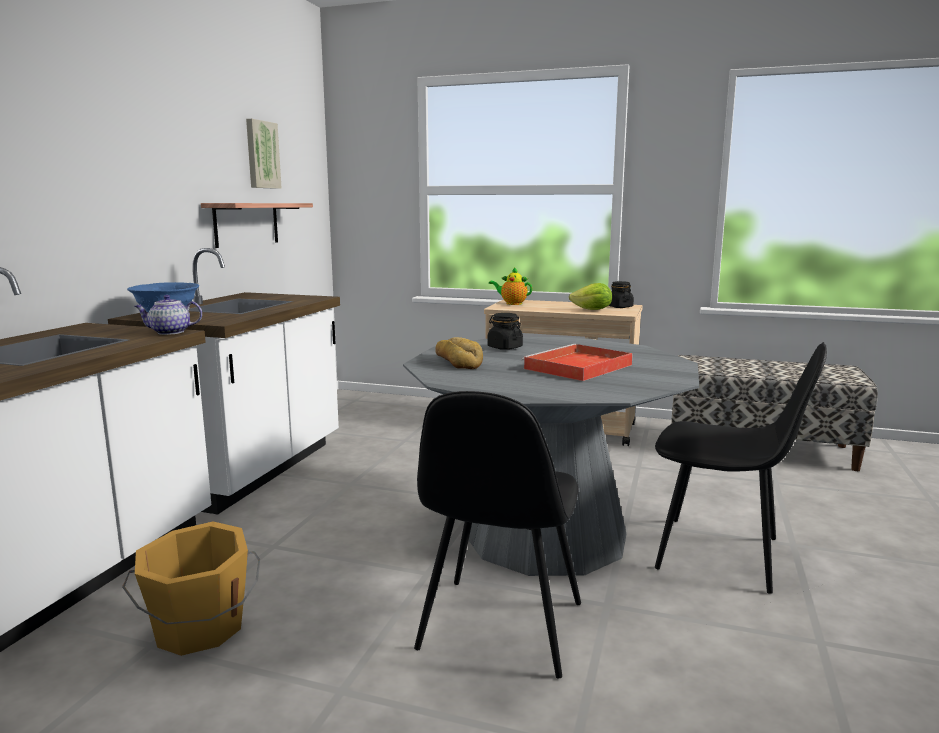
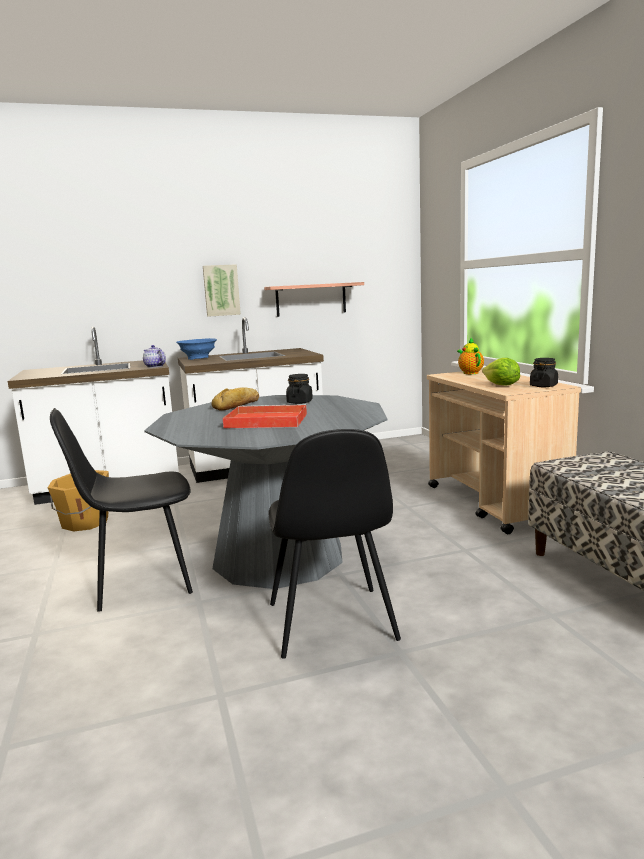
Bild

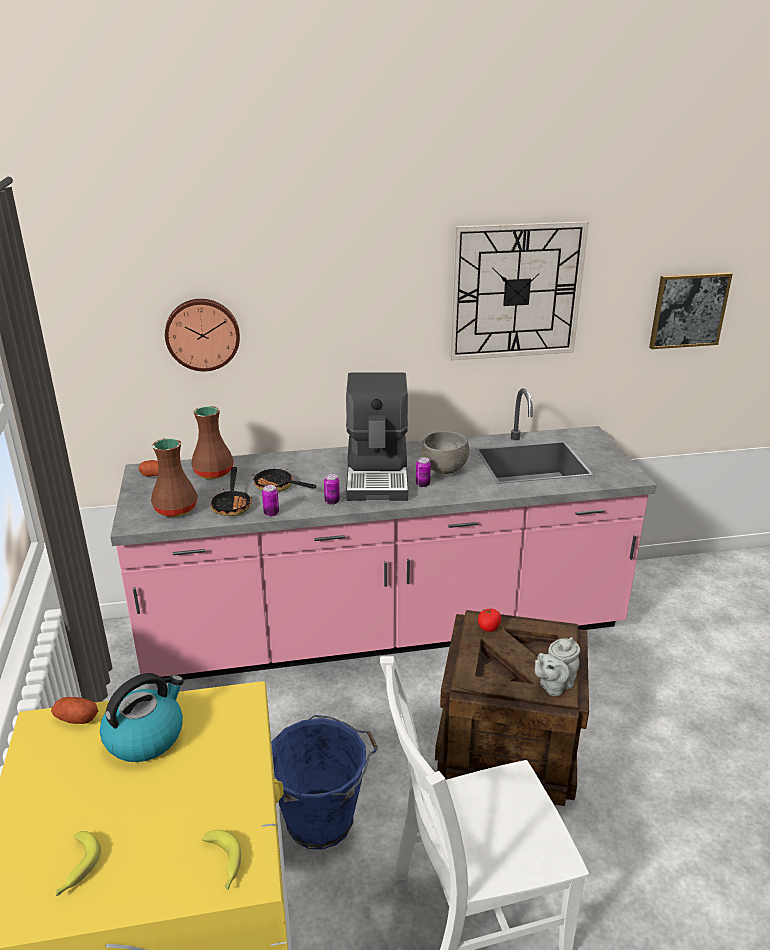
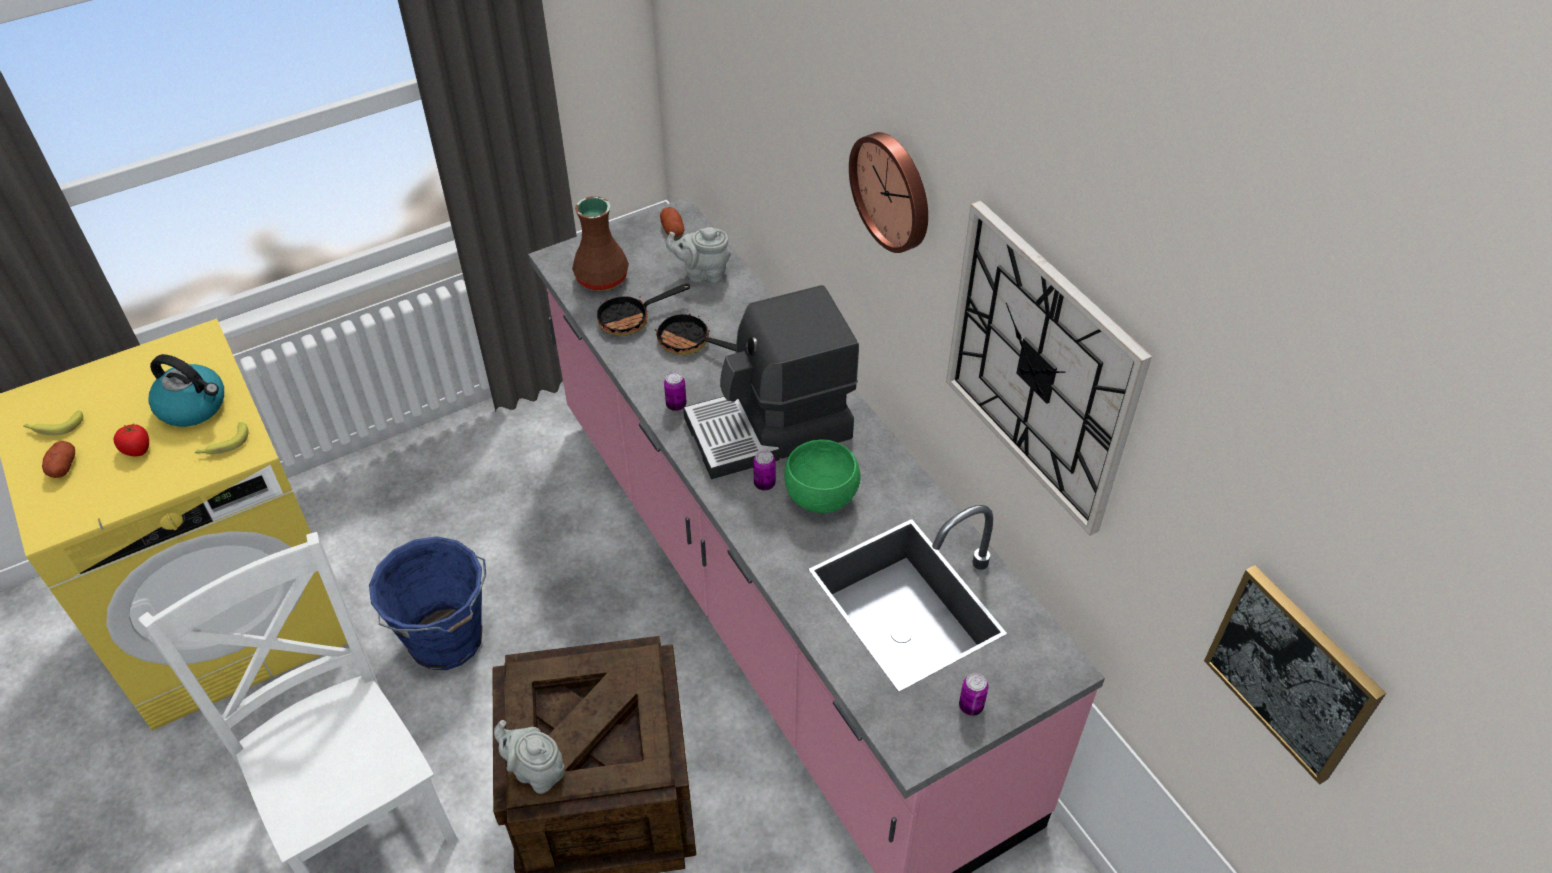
Kartoffel (1st from left)
Wanduhr (1st from left)
Banane (2nd from left)
Dose (3rd from left)
Tomate
Teekanne (grau) (2nd from left)
Schüssel (grün)
Pfanne (2nd from left)

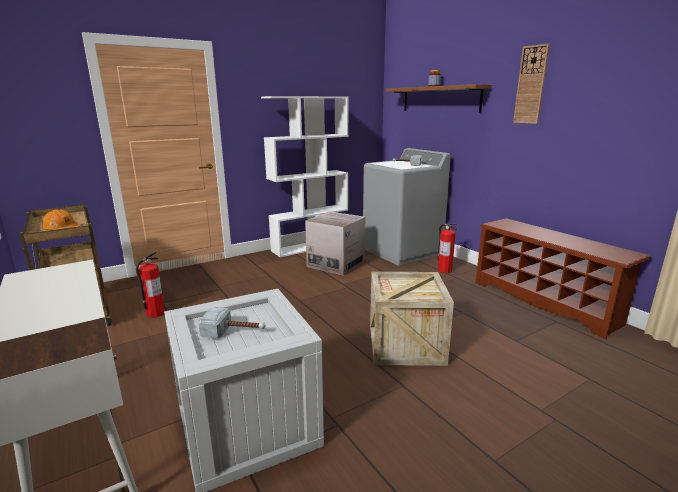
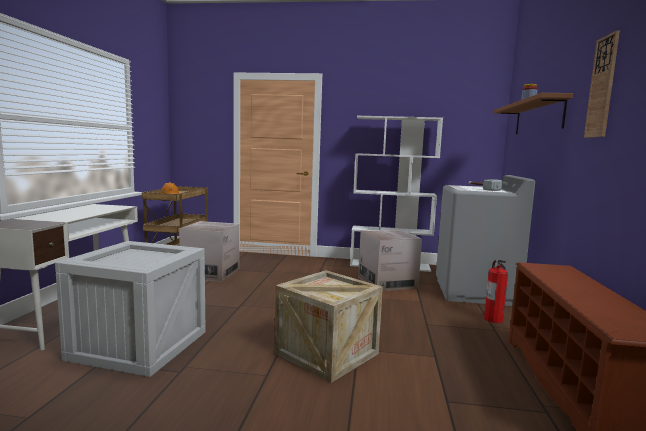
Hammer (1st from left in the first image)
Karton (1st from left)

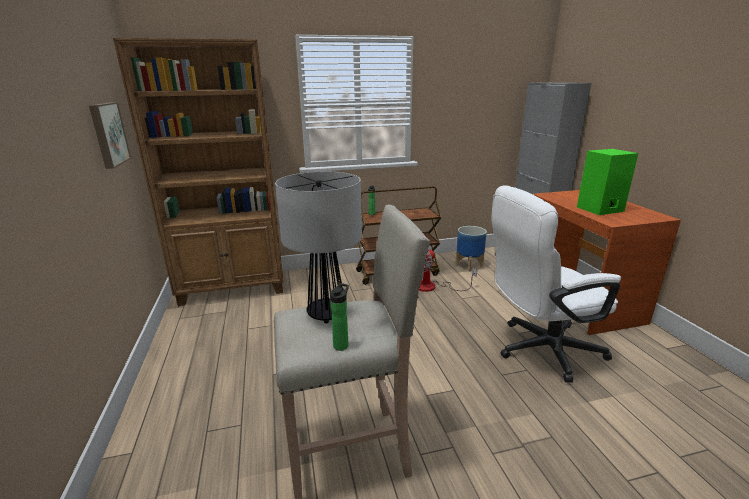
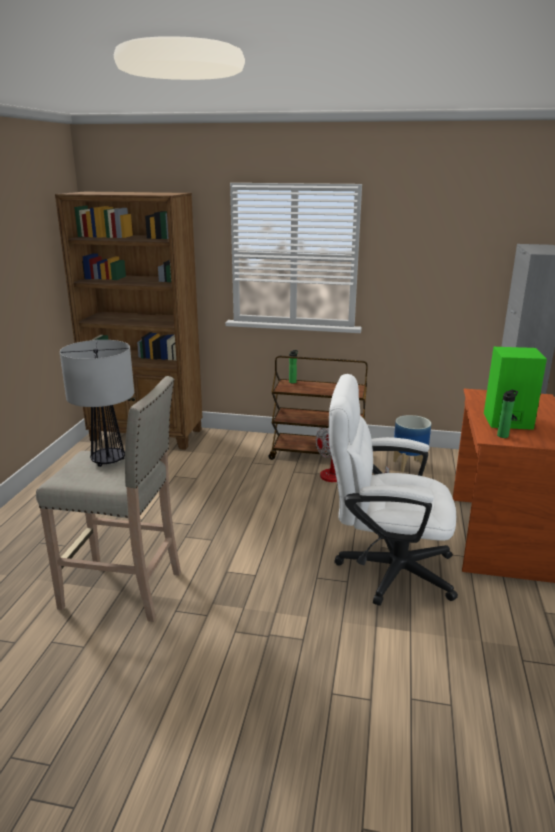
Bild
Flasche (2nd from left)

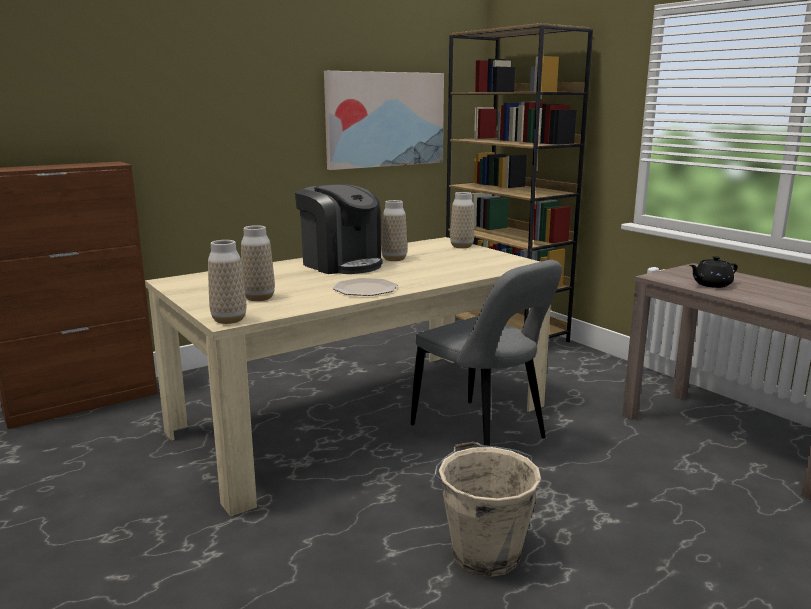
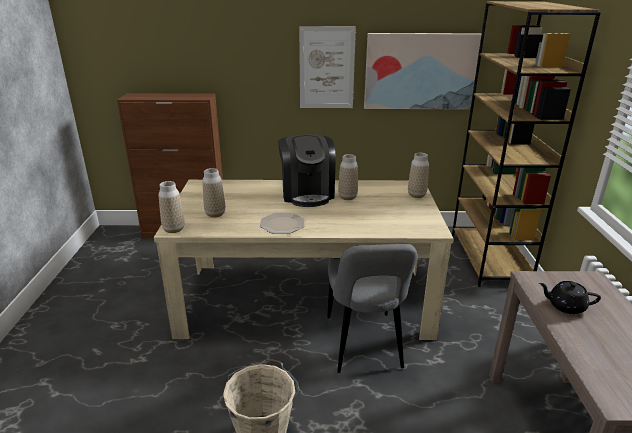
Bild (1st from left)

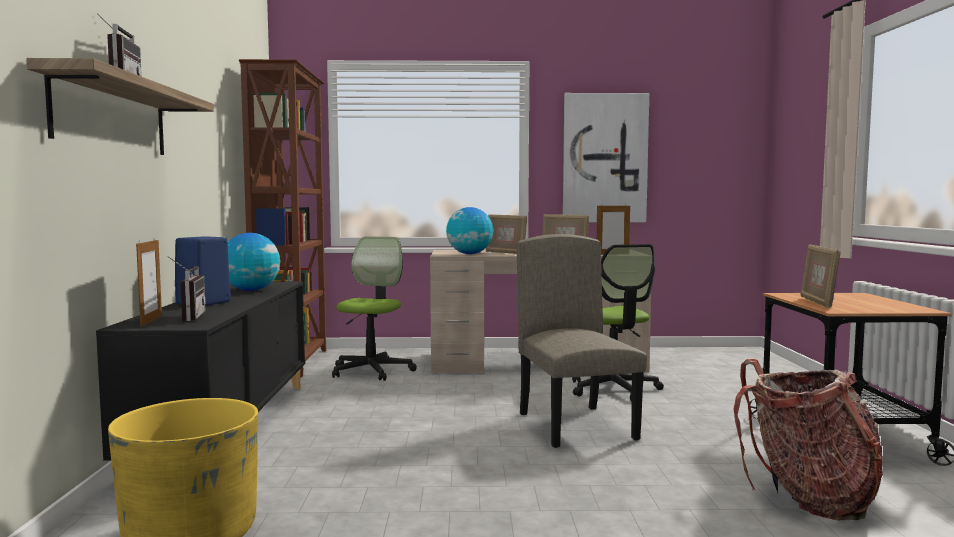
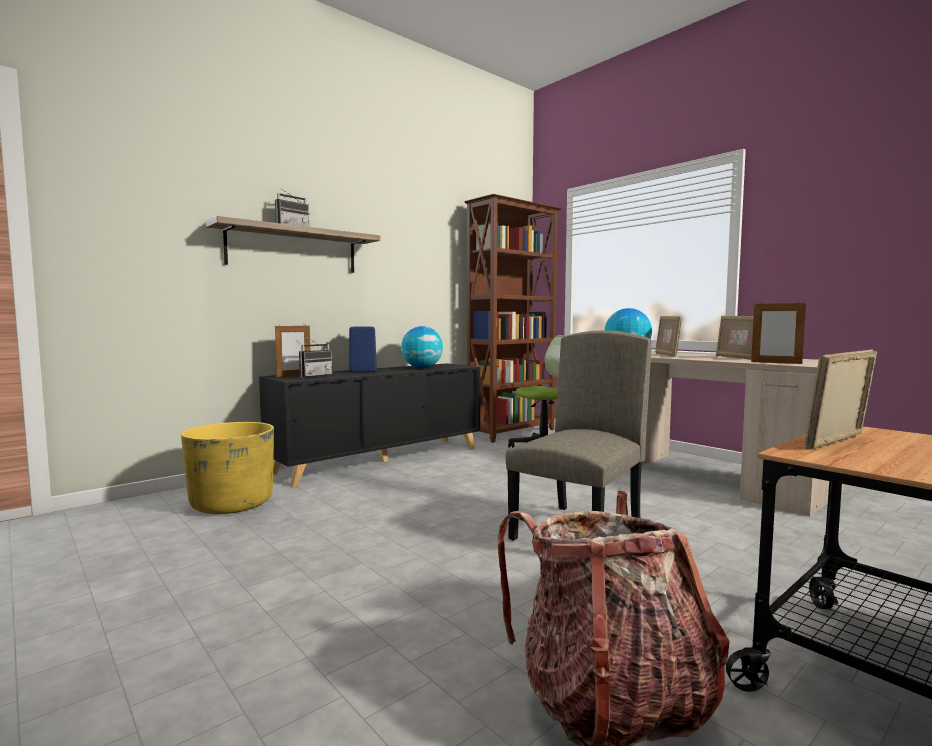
Bild
Bürostuhl (2nd from left in the first image)

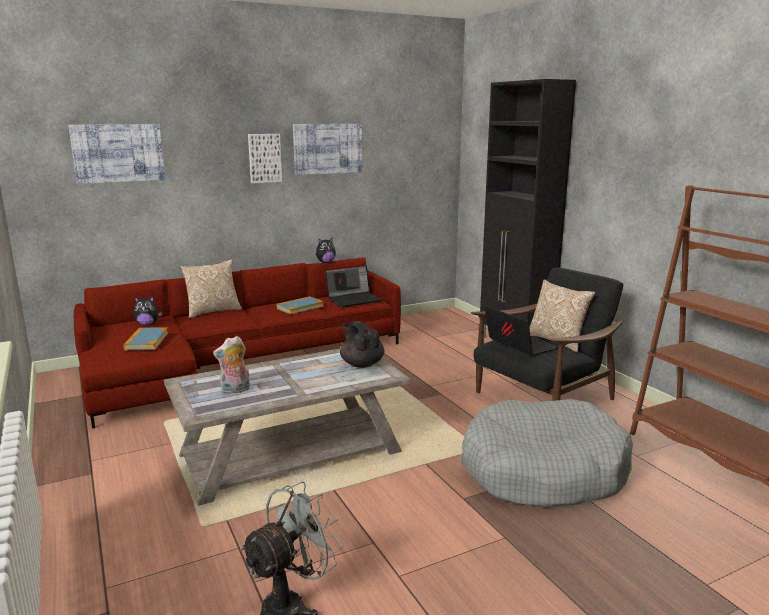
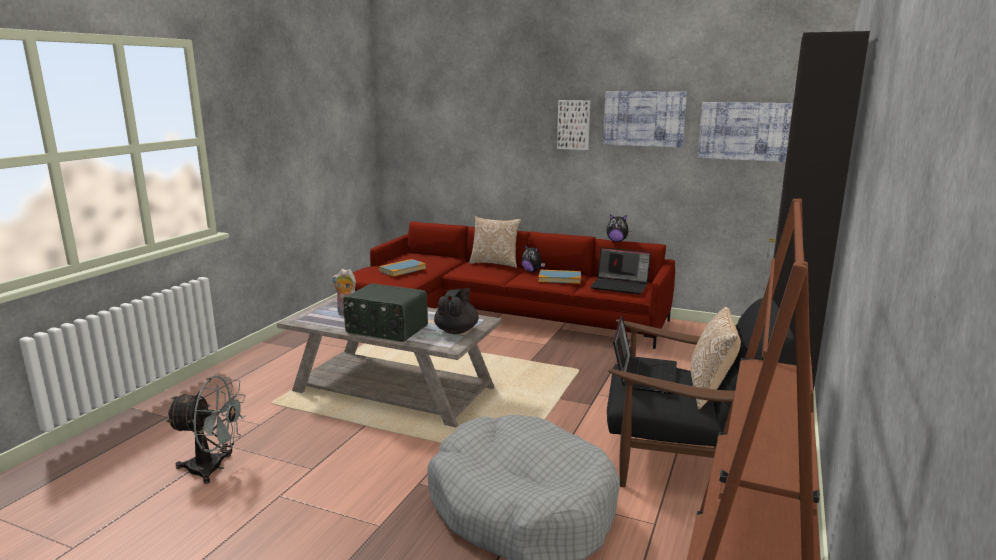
Radio
Bild (3rd from left)
Plüschtier (2nd from left)

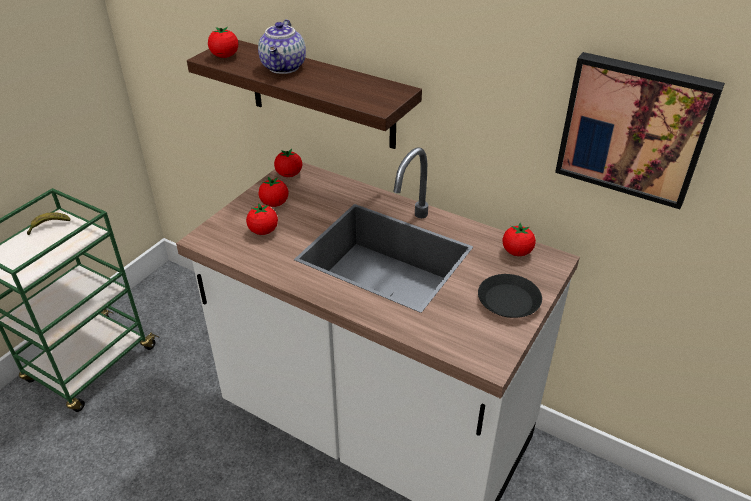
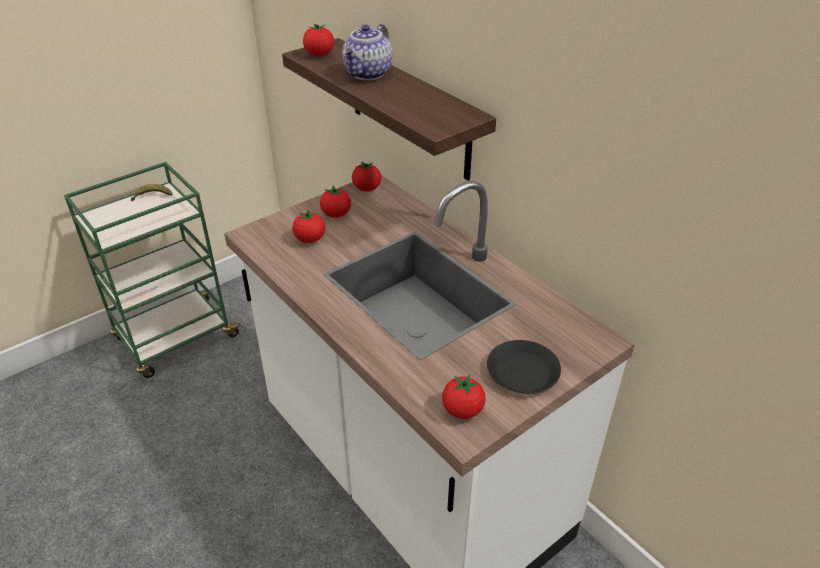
Bild
Tomate (5th from left)

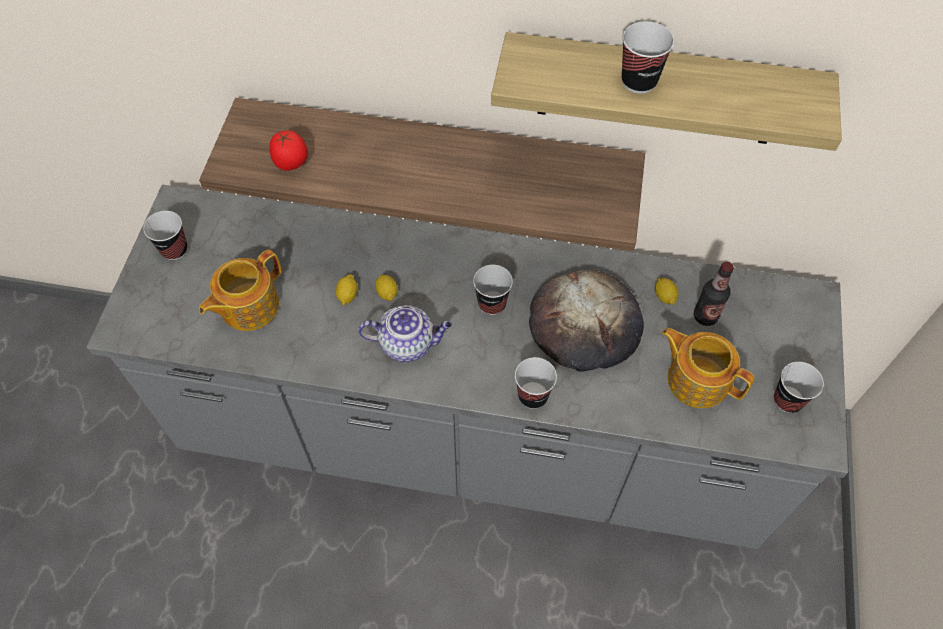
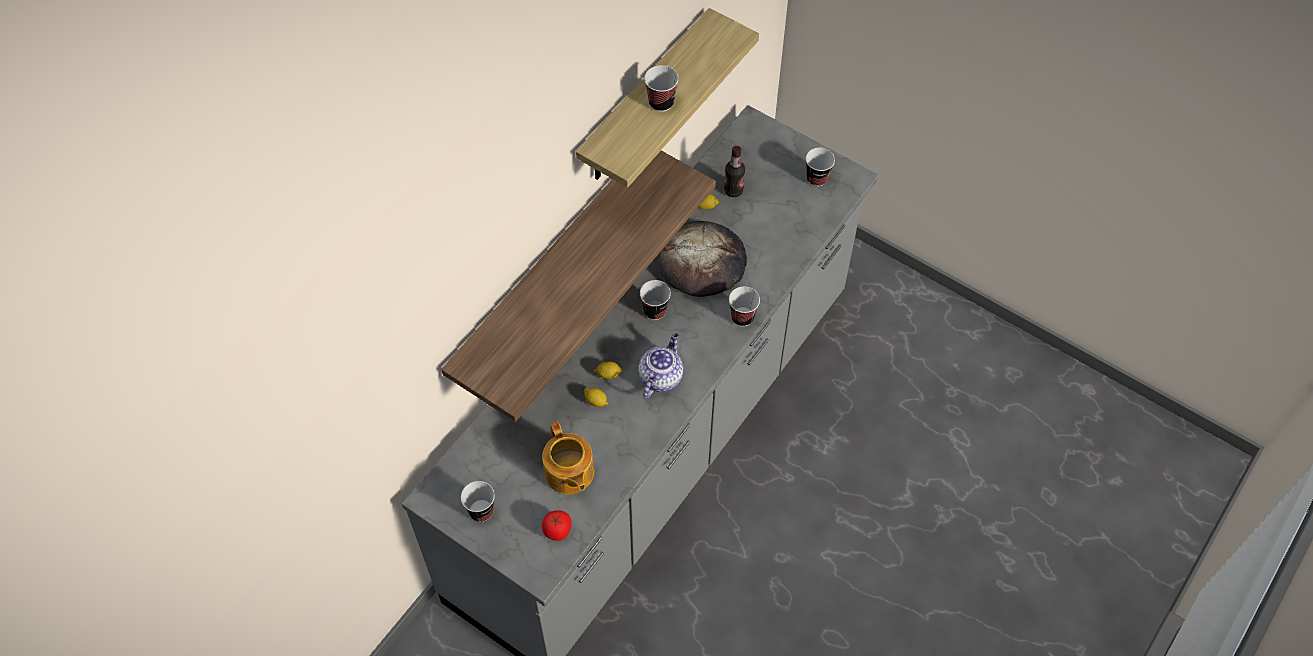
Teekanne (3rd from left in the first image)
Tomate

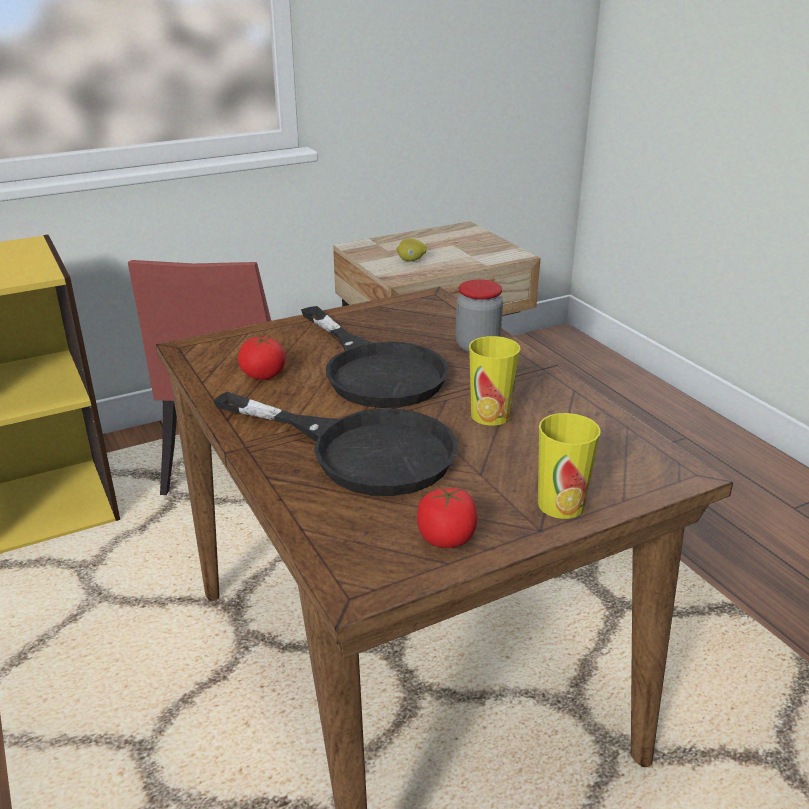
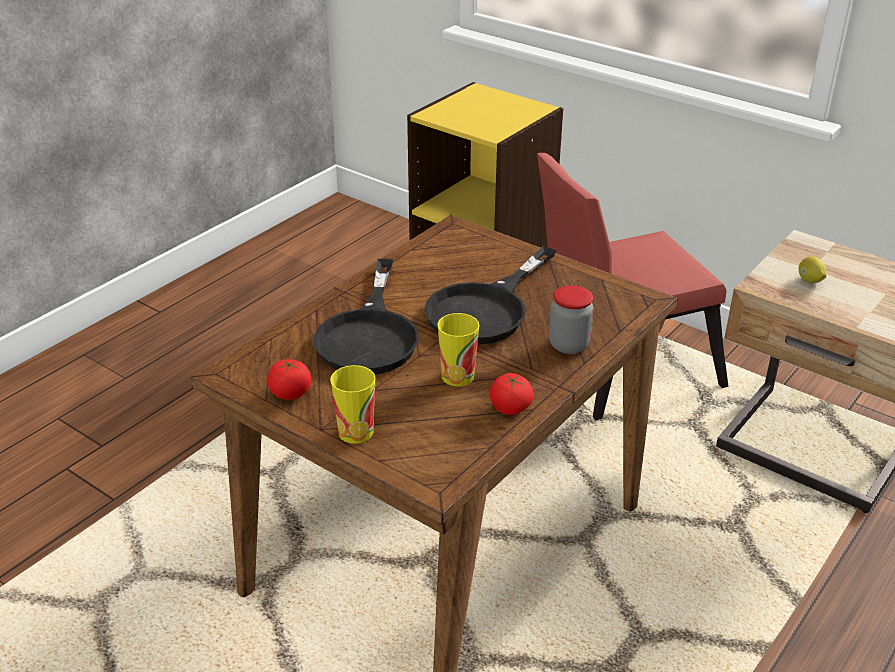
Tomate (2nd from left)

